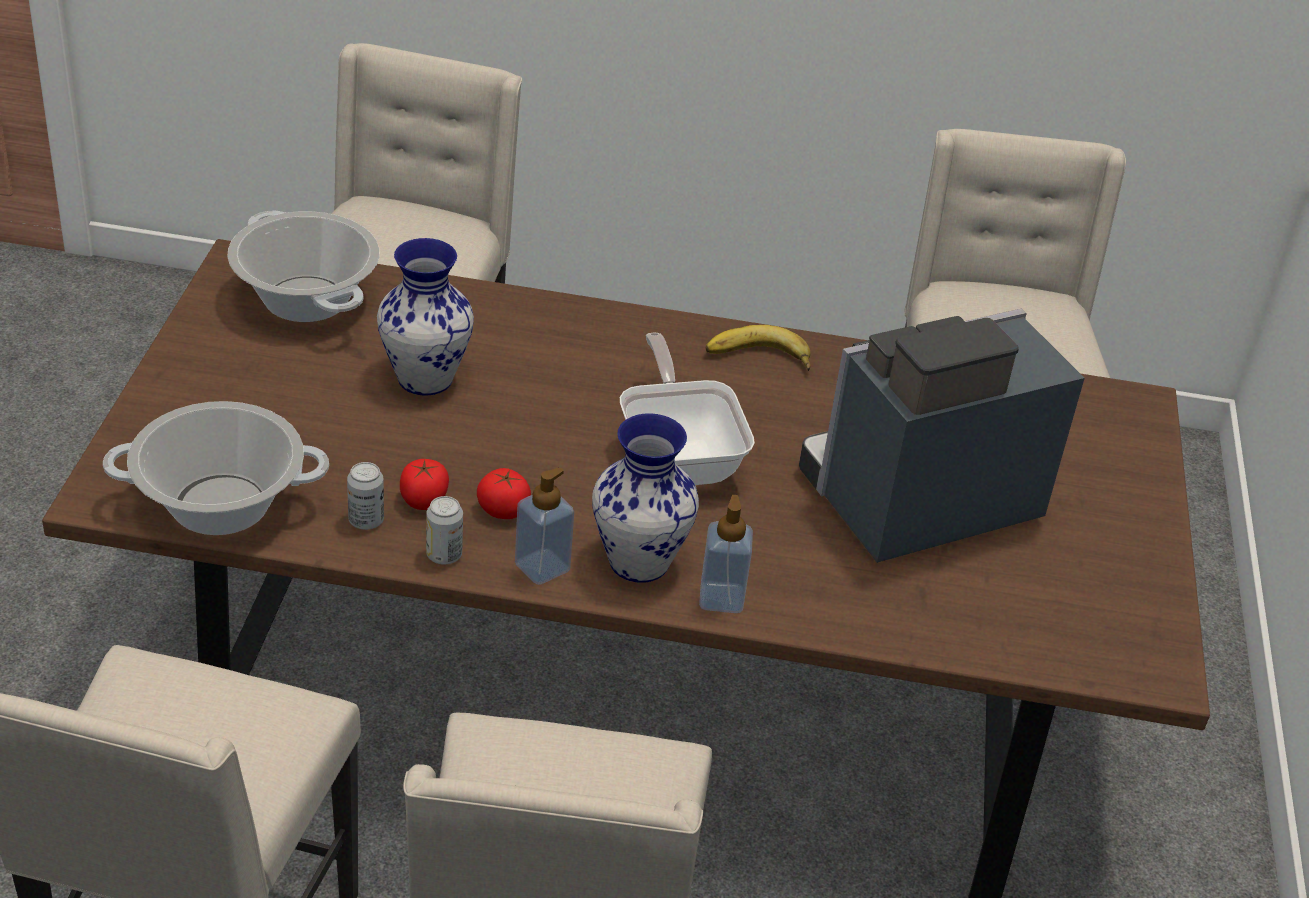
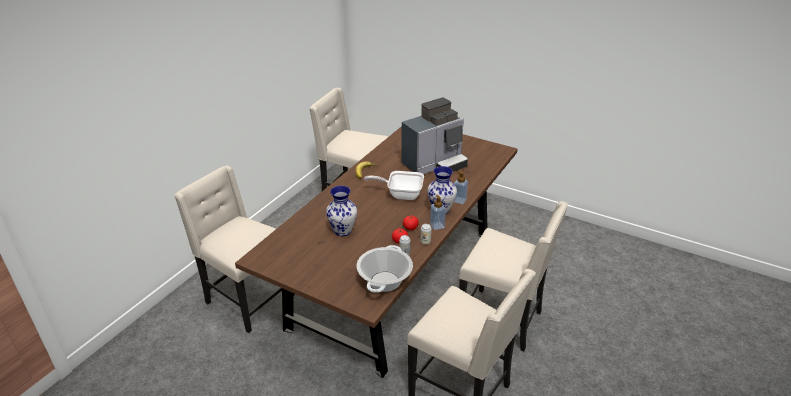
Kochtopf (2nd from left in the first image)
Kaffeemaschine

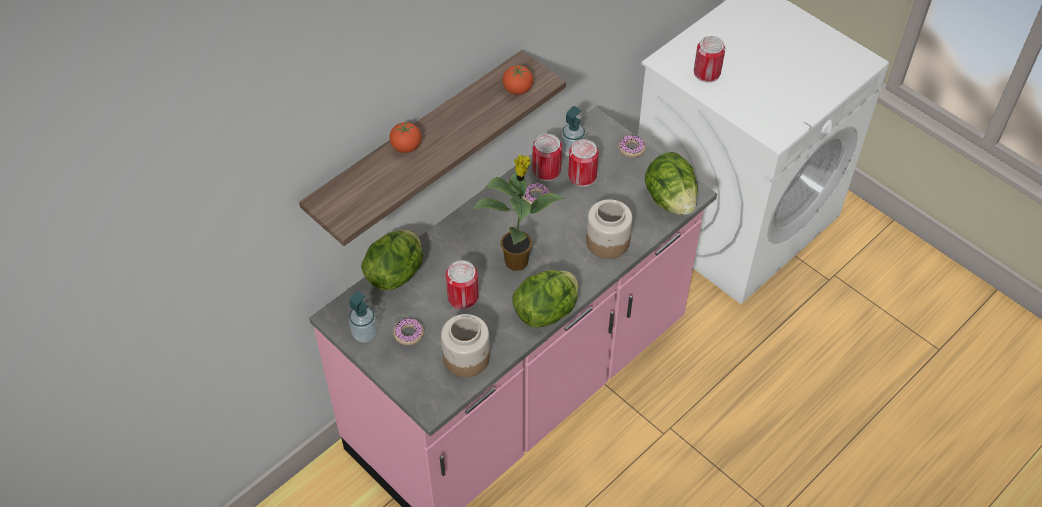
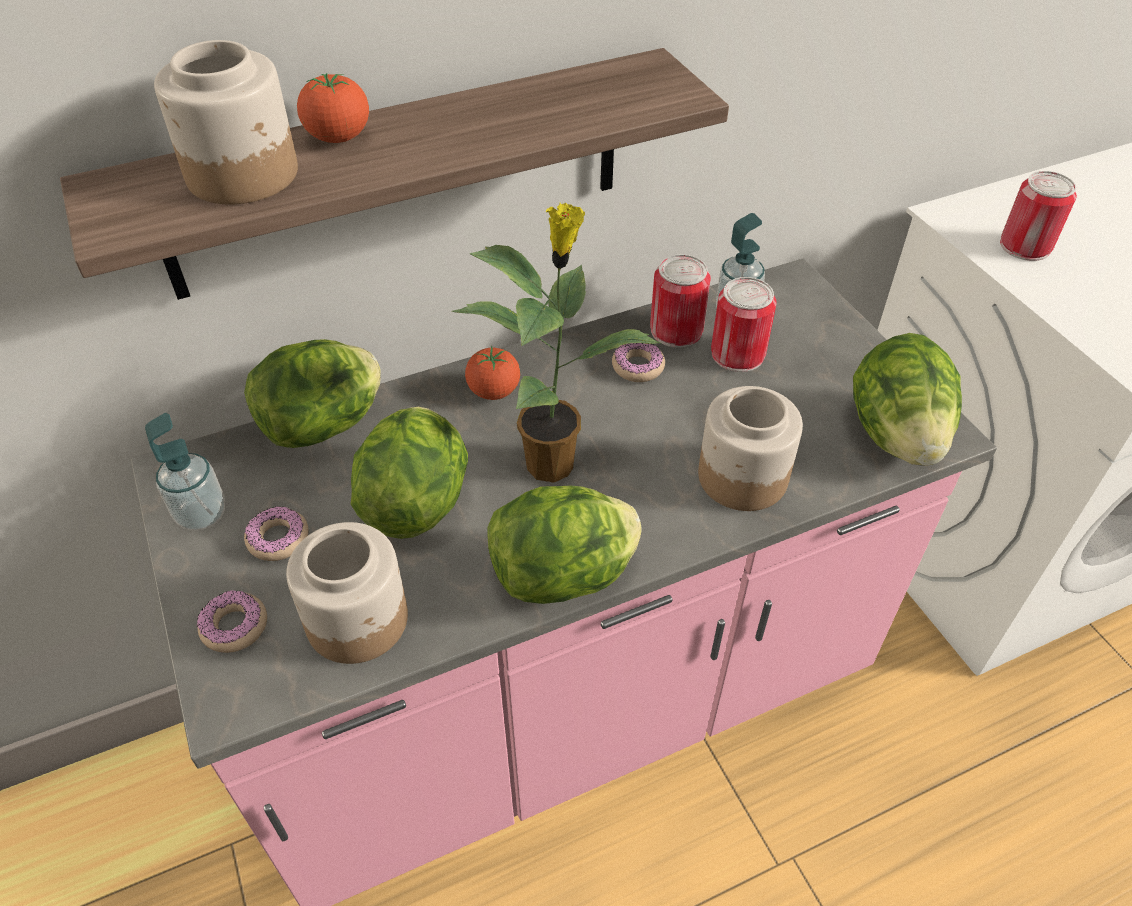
Vorratsglas (1st from left)
Tomate (2nd from left)
Donut (1st from left)
Salatkopf (2nd from left)

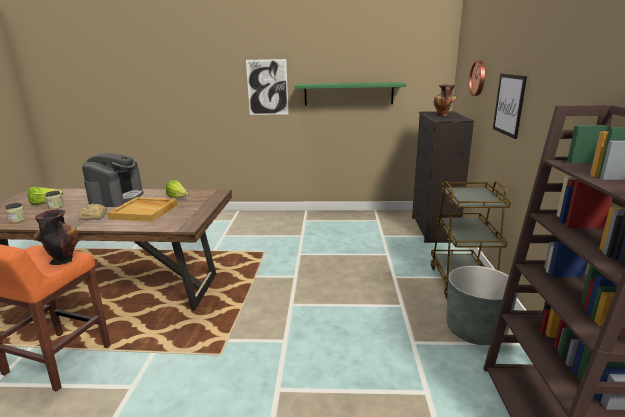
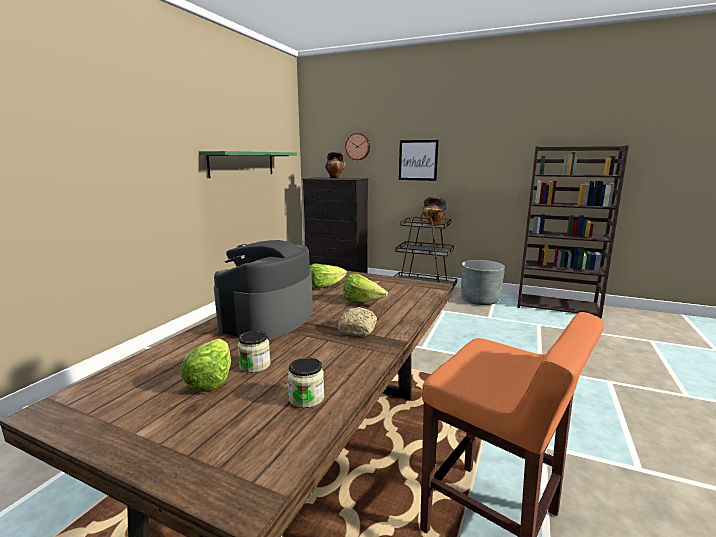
Bild (1st from left in the first image)
Vase (2nd from left)
Salatkopf (3rd from left)
Kaffeemaschine

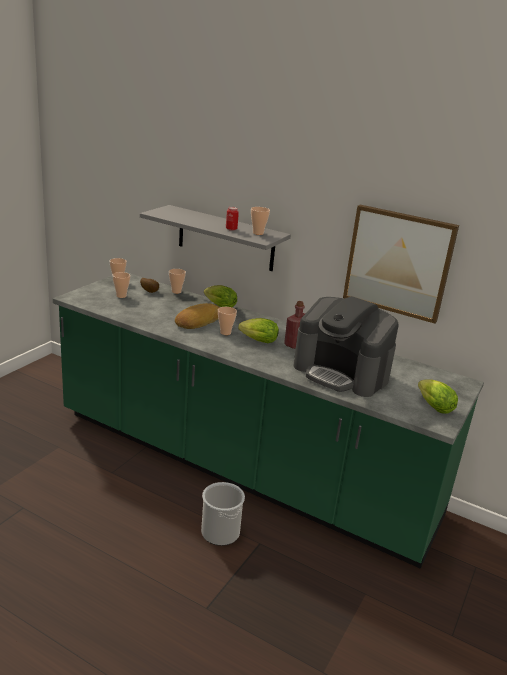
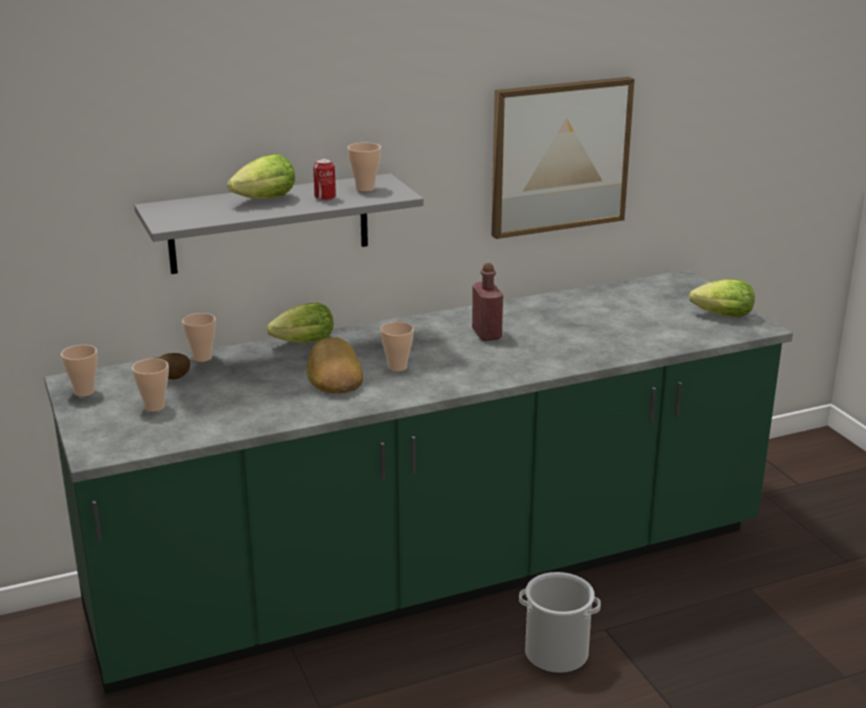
Kaffeemaschine
Salatkopf (1st from left)

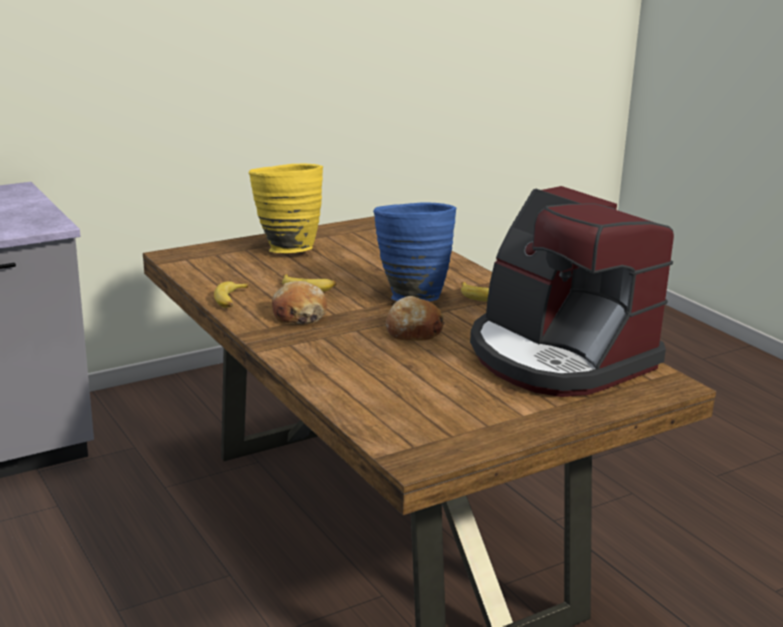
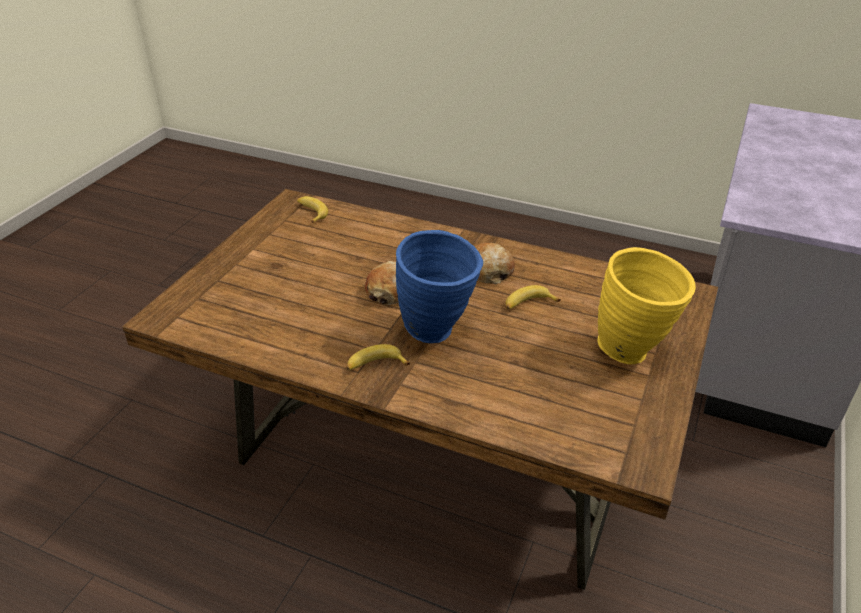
Kaffeemaschine
Banane (1st from left)

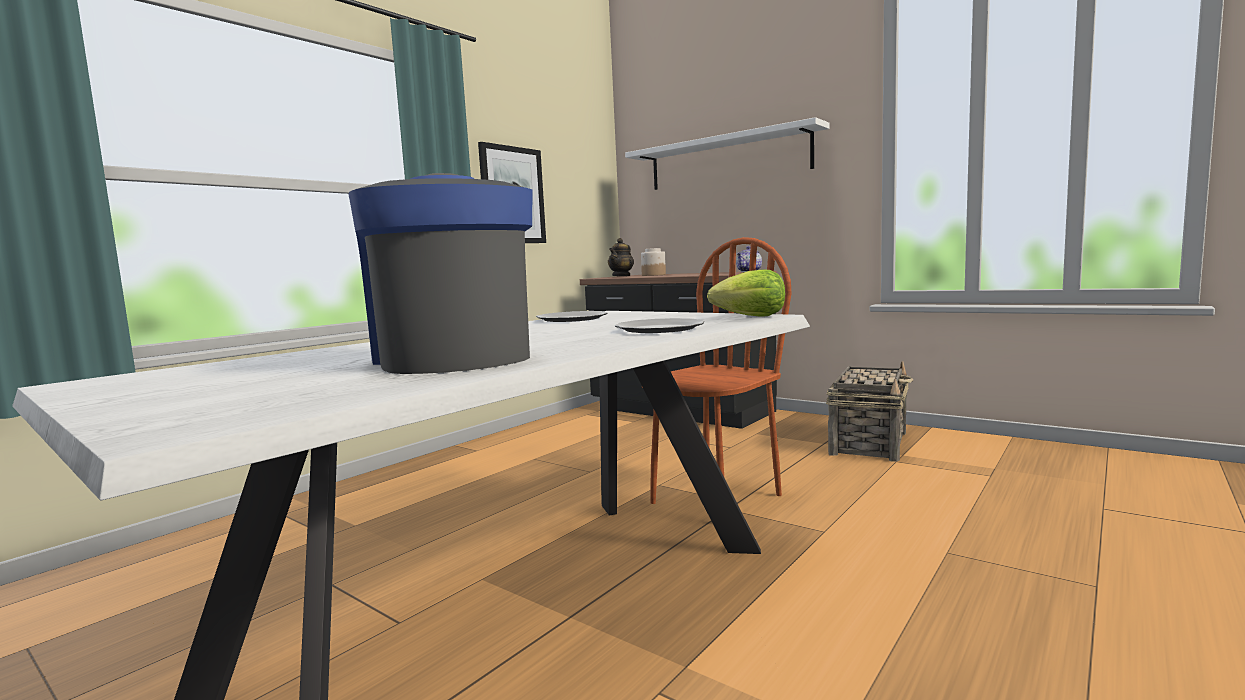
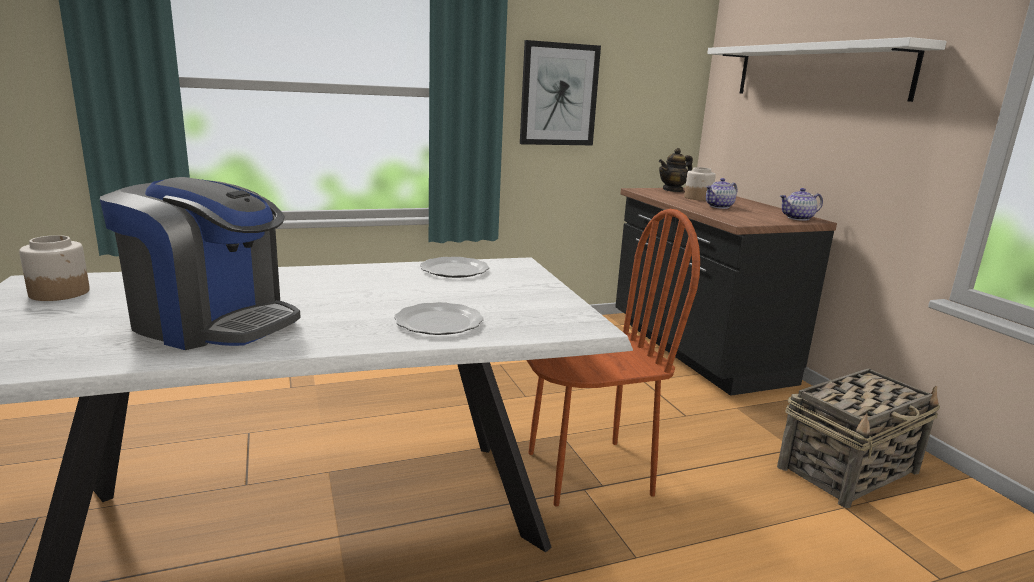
Salatkopf
Vorratsglas (1st from left)
Teekanne (2nd from left)
Kaffeemaschine

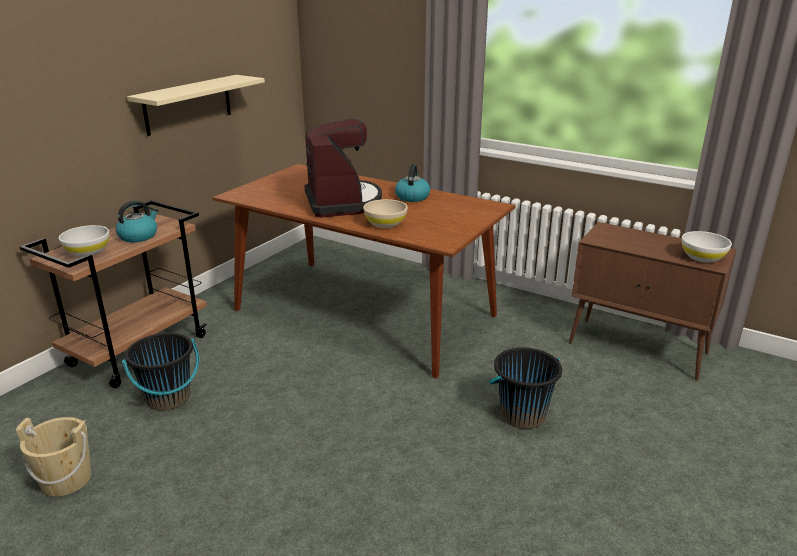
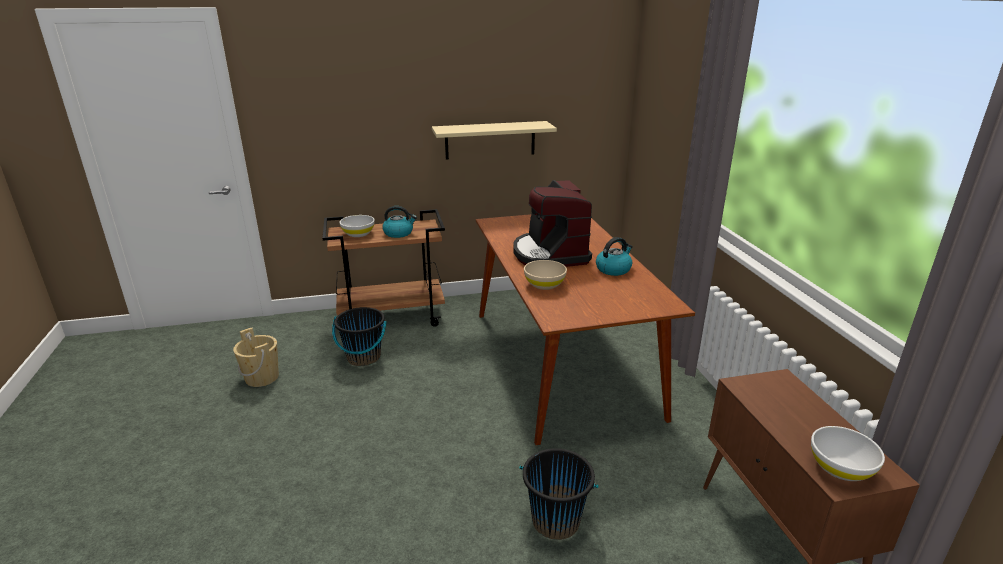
Kaffeemaschine

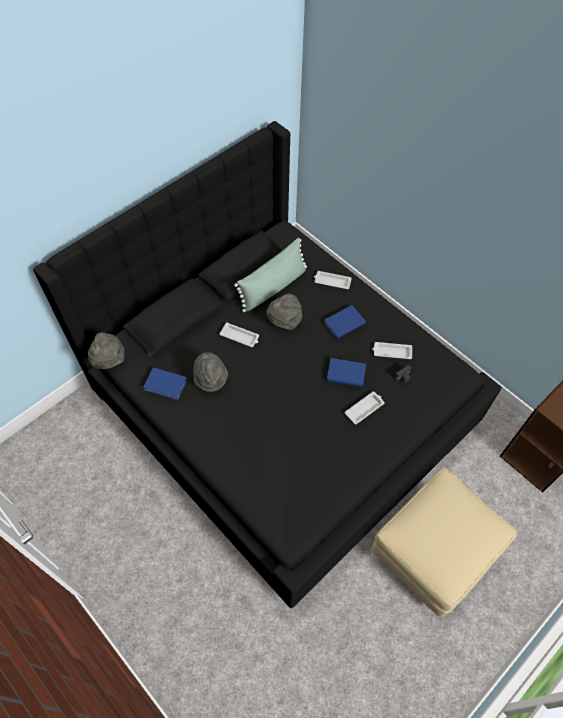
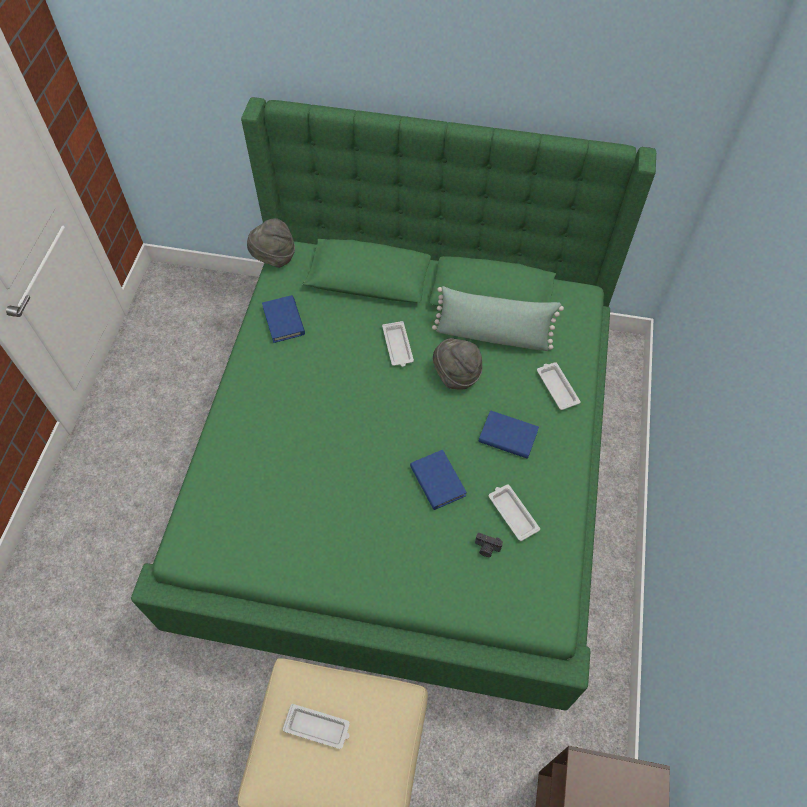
Hut (grau) (2nd from left in the first image)
Tablett (weiß) (1st from left)
Bett (grün)

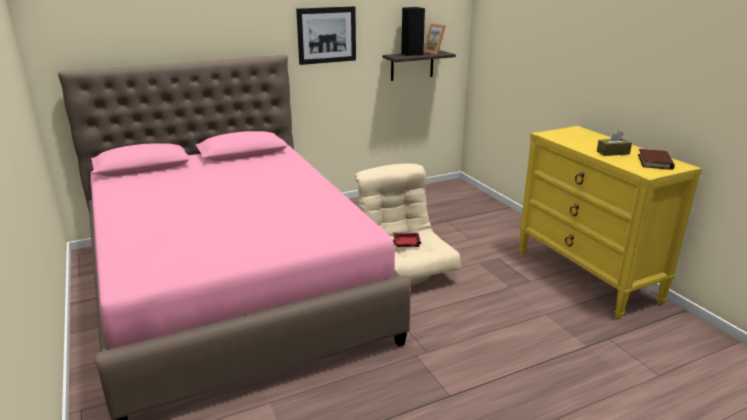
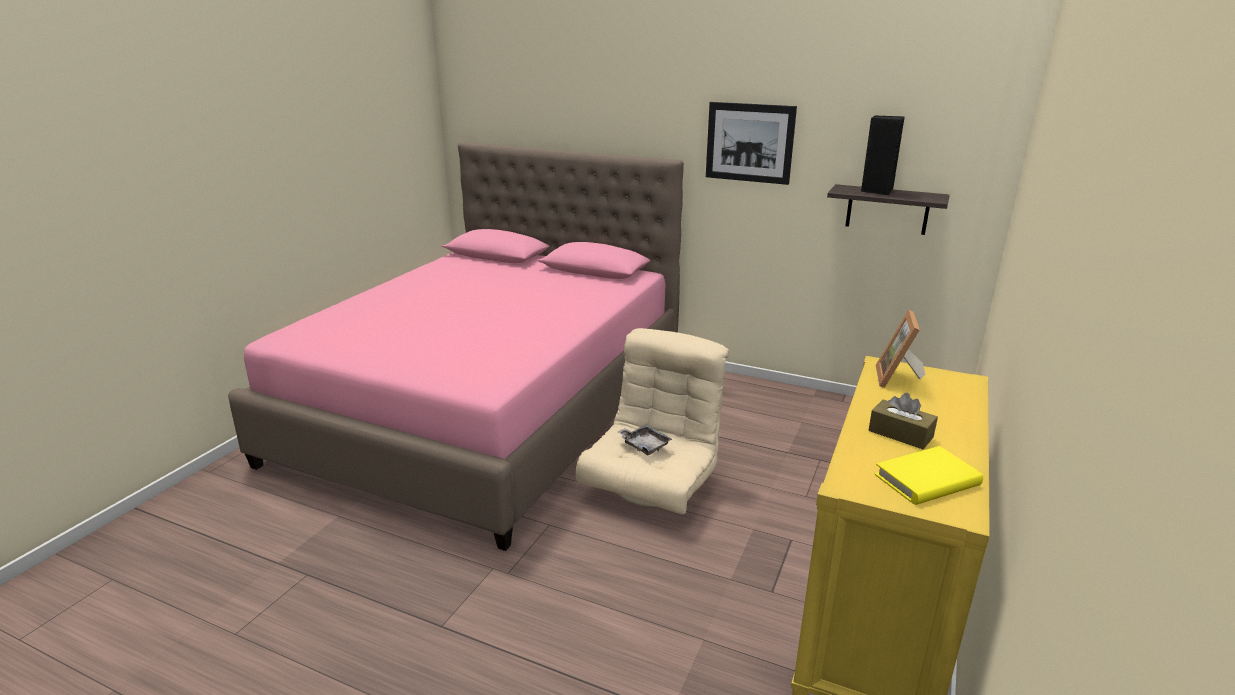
Bilderrahmen
Tablett (grau)
Buch (gelb)

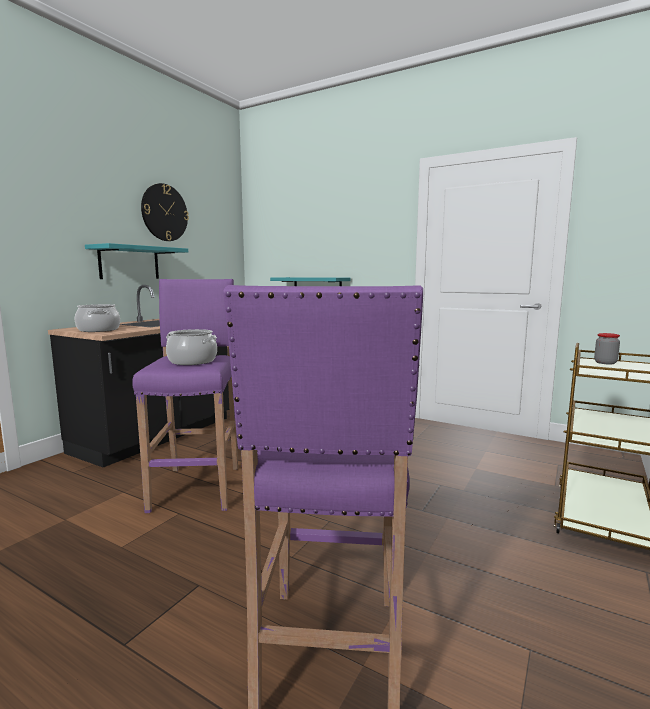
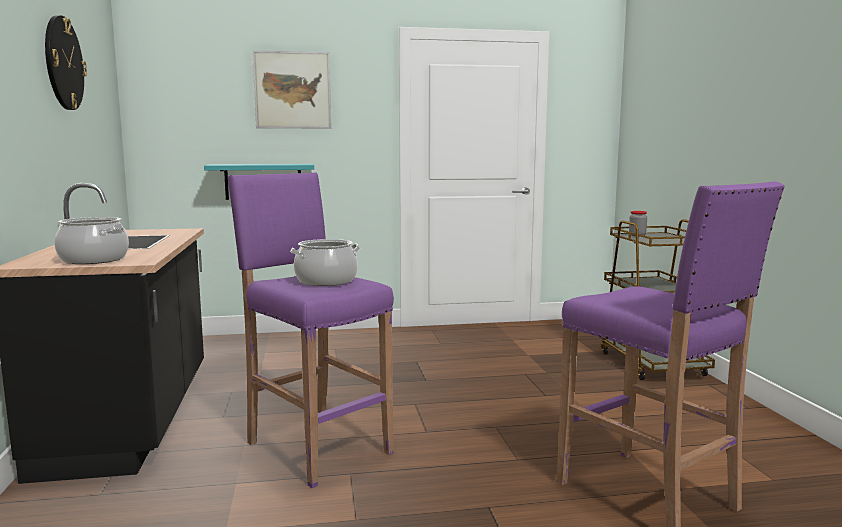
Wandregal (türkis) (1st from left in the first image)
Bild

